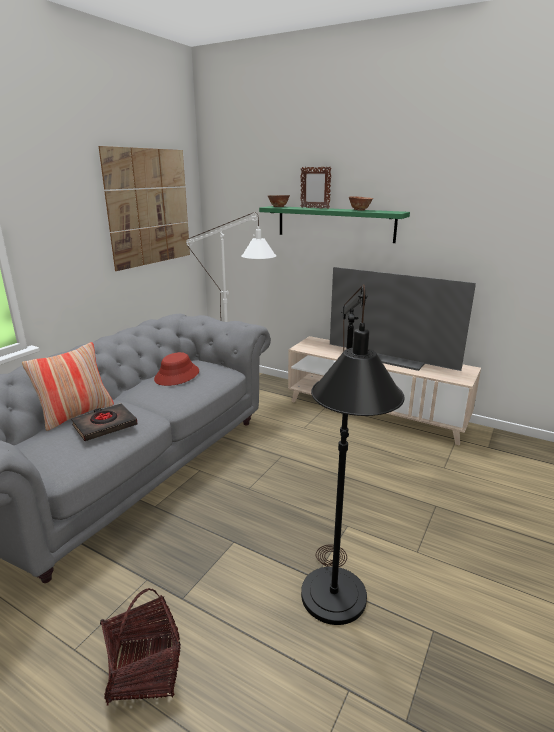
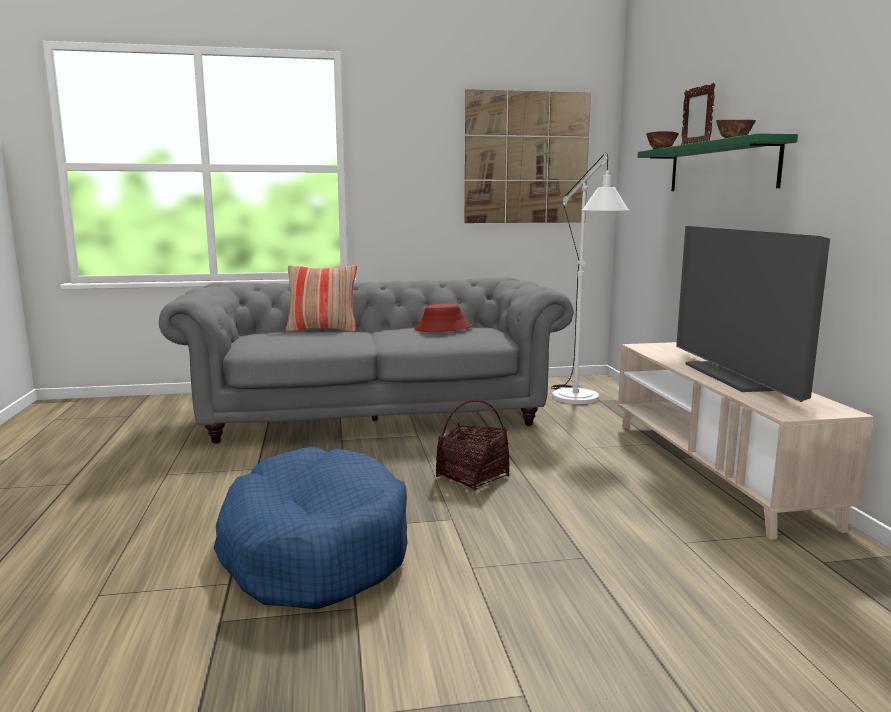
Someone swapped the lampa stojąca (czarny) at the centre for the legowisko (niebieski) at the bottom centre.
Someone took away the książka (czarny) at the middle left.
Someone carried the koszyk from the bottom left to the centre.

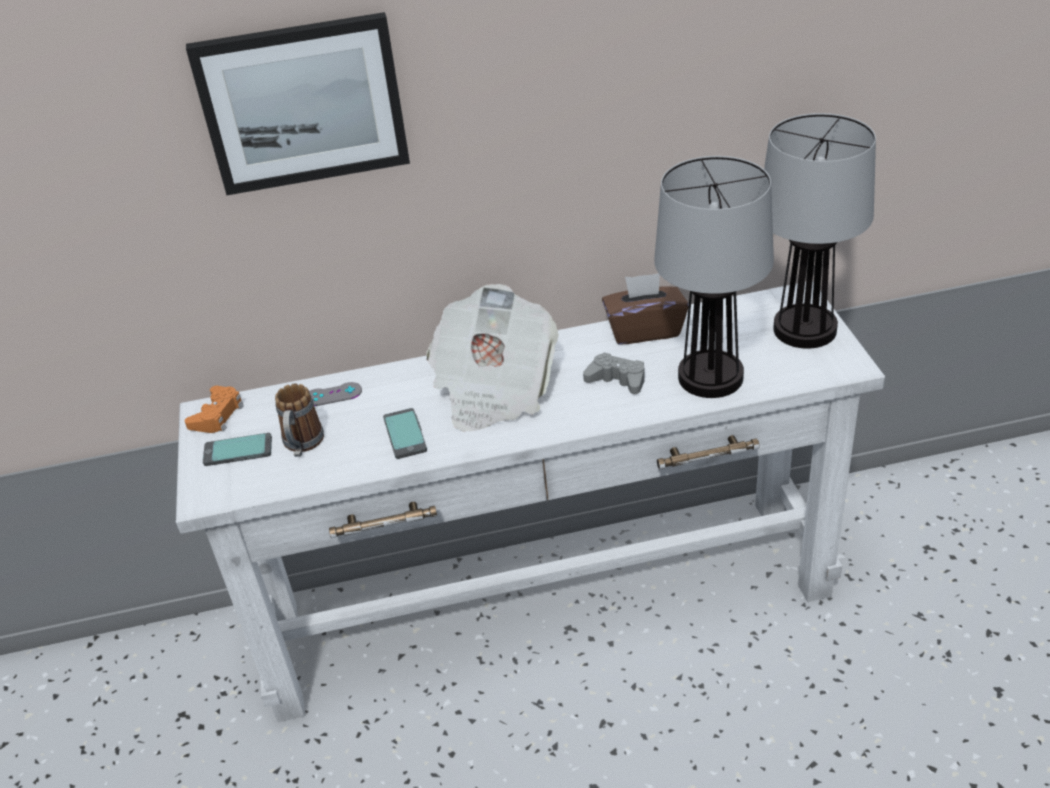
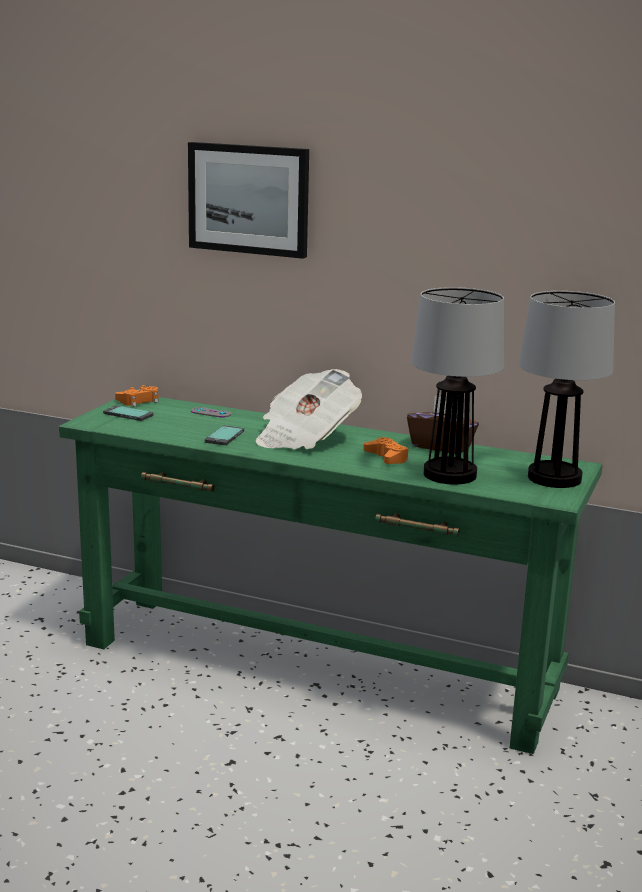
Someone repainted the stolik konsolowy (biały) at the centre, which became the stolik konsolowy (zielony) at the centre.
Someone repainted the pad do gier (szary) (no. 2 from left) at the centre, which became the pad do gier (pomarańczowy) (no. 2 from left) at the centre.
Someone took away the kubek at the middle left.

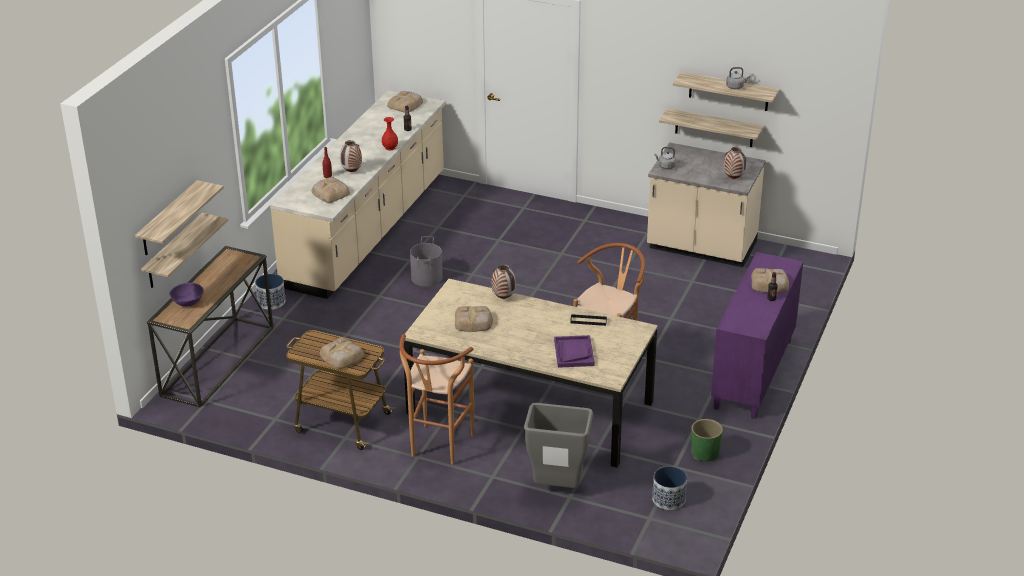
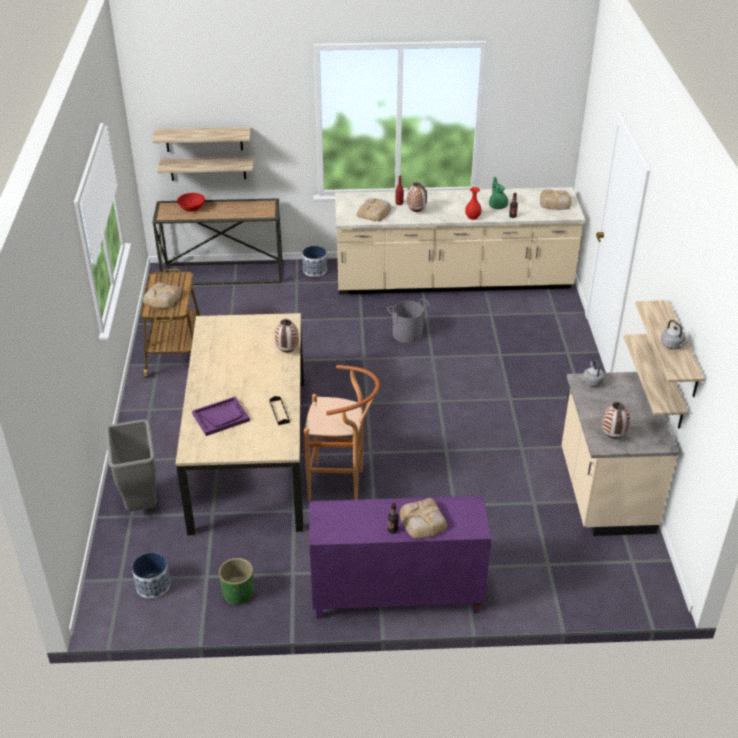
Someone repainted the miska (fioletowy) at the middle left, which became the miska (czerwony) at the top left.
Someone took away the chleb (no. 4 from left) at the centre.
Someone took away the stołek (brązowy) (no. 1 from left) at the bottom centre.
Someone put down the imbryk (zielony) at the top right.

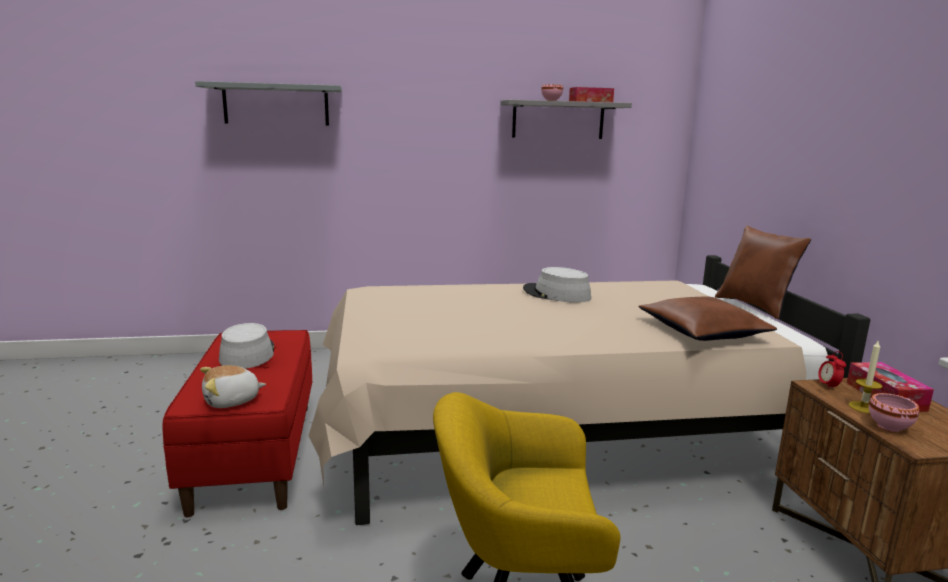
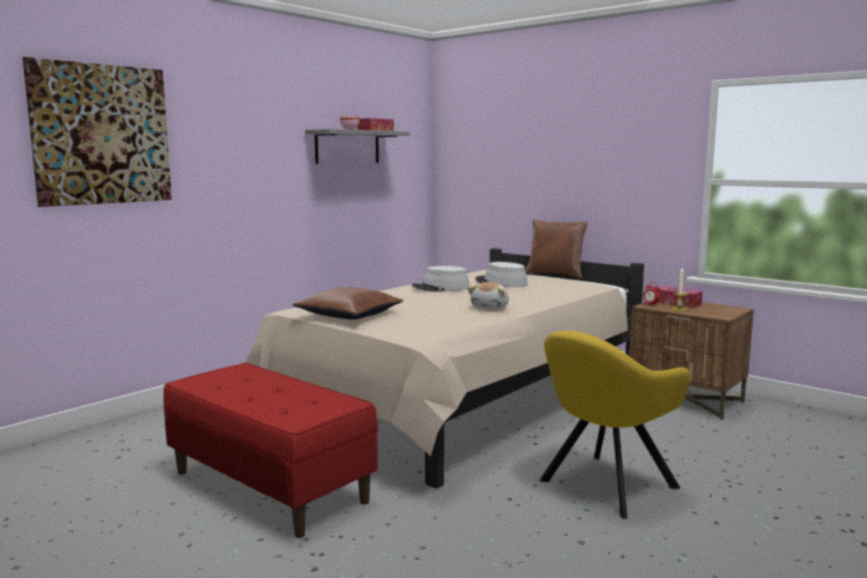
Someone swapped the półka (szary) (no. 1 from left) at the top left for the obraz at the top left.
Someone carried the poduszka (brązowy) (no. 1 from left) from the middle right to the centre.
Someone carried the kapelusz (szary) (no. 1 from left in the first image) from the middle left to the centre.
Someone carried the pluszak from the middle left to the centre.
Someone took away the miska (różowy) (no. 2 from left) at the bottom right.

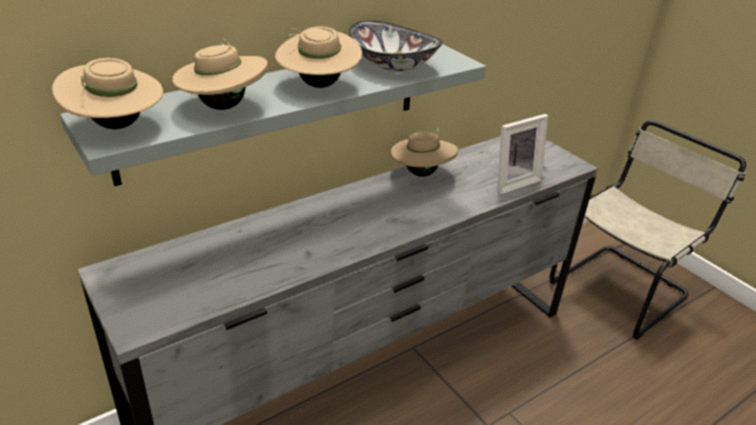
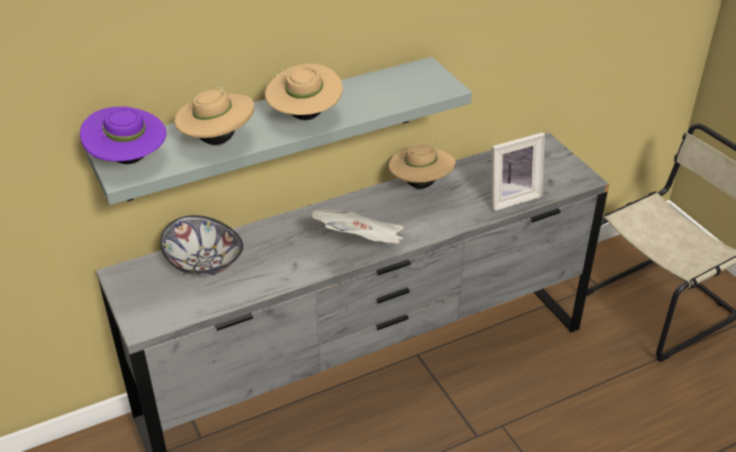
Someone carried the miska from the top centre to the middle left.
Someone repainted the kapelusz (beżowy) (no. 1 from left) at the top left, which became the kapelusz (fioletowy) at the top left.
Someone put down the gazeta at the centre.

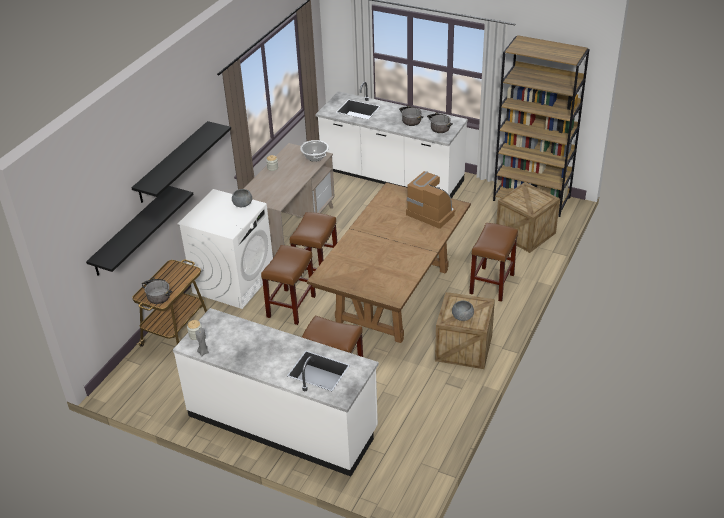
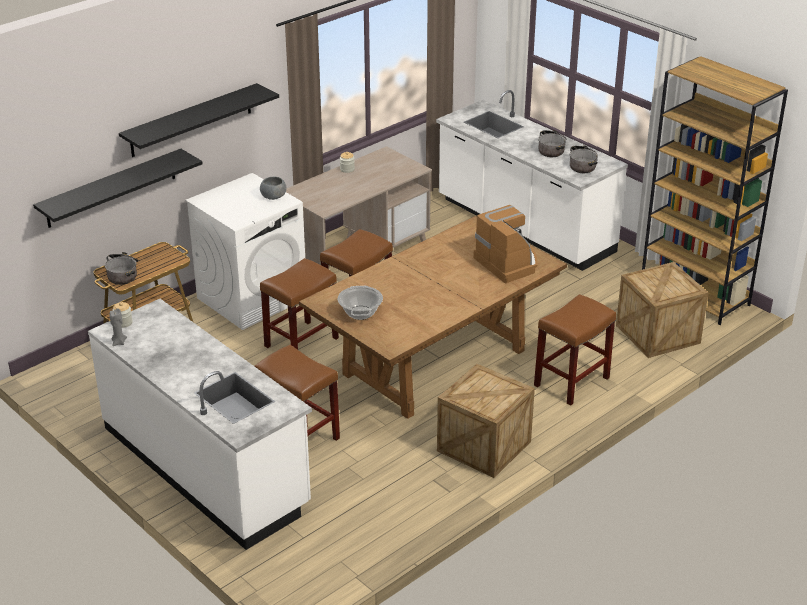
Someone carried the garnek (no. 2 from left) from the top centre to the centre.
Someone took away the miska (szary) (no. 2 from left) at the centre.

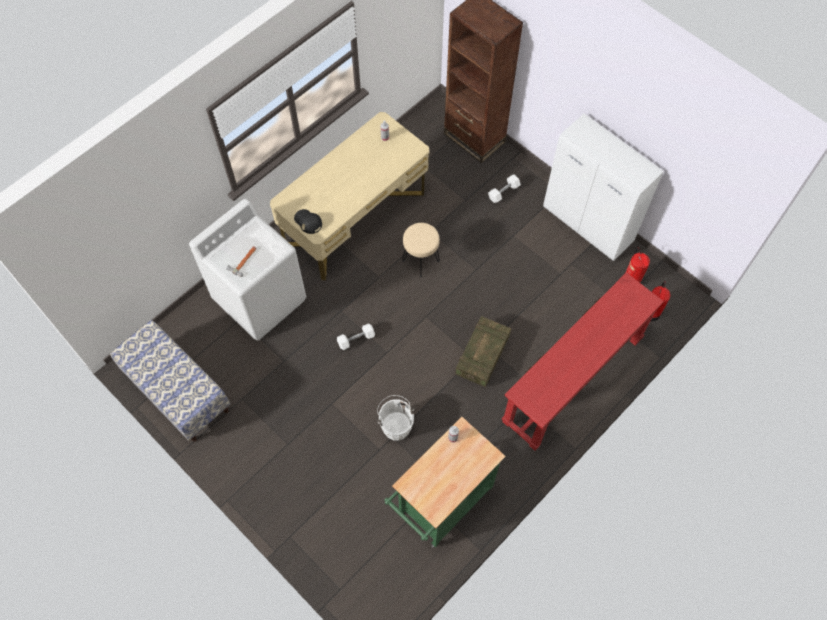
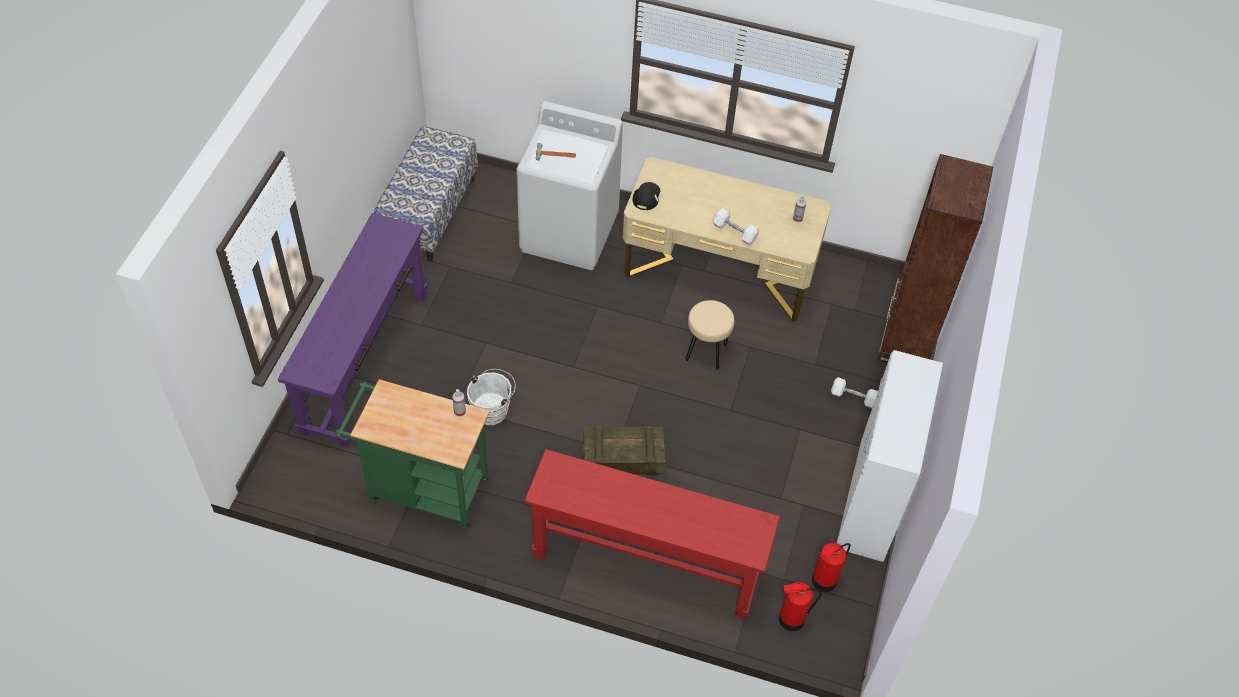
Someone carried the hantel (biały) (no. 1 from left) from the centre to the top centre.
Someone put down the stolik konsolowy (fioletowy) at the middle left.

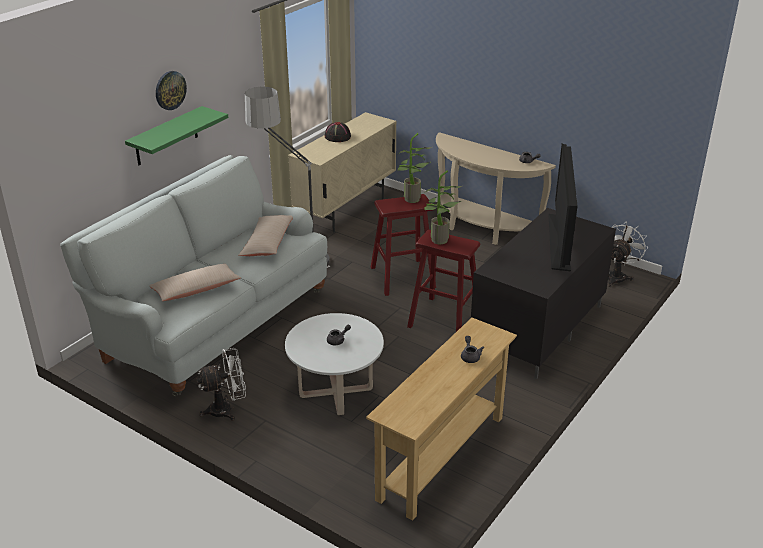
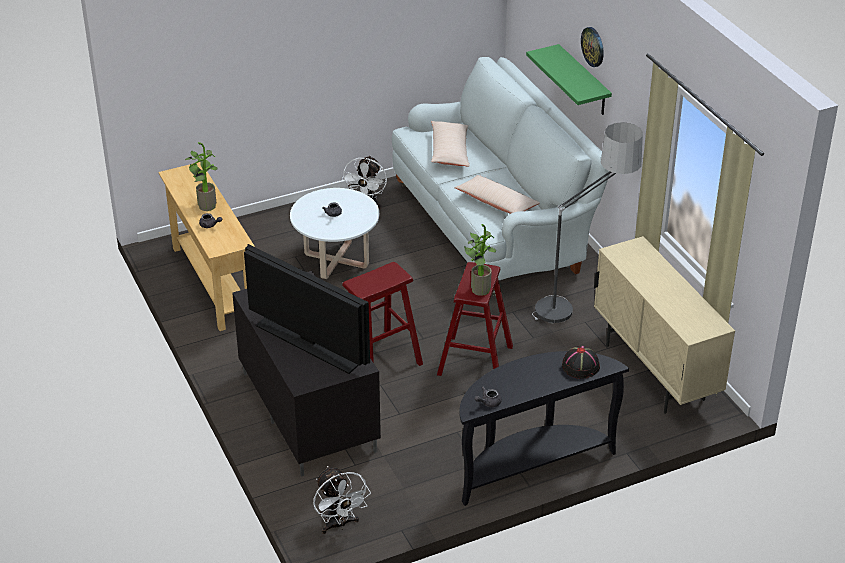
Someone carried the kapelusz (czarny) from the top centre to the middle right.
Someone repainted the stolik konsolowy (beżowy) (no. 2 from left) at the centre, which became the stolik konsolowy (czarny) at the bottom centre.
Someone carried the roślina doniczkowa (no. 2 from left in the first image) from the centre to the top left.

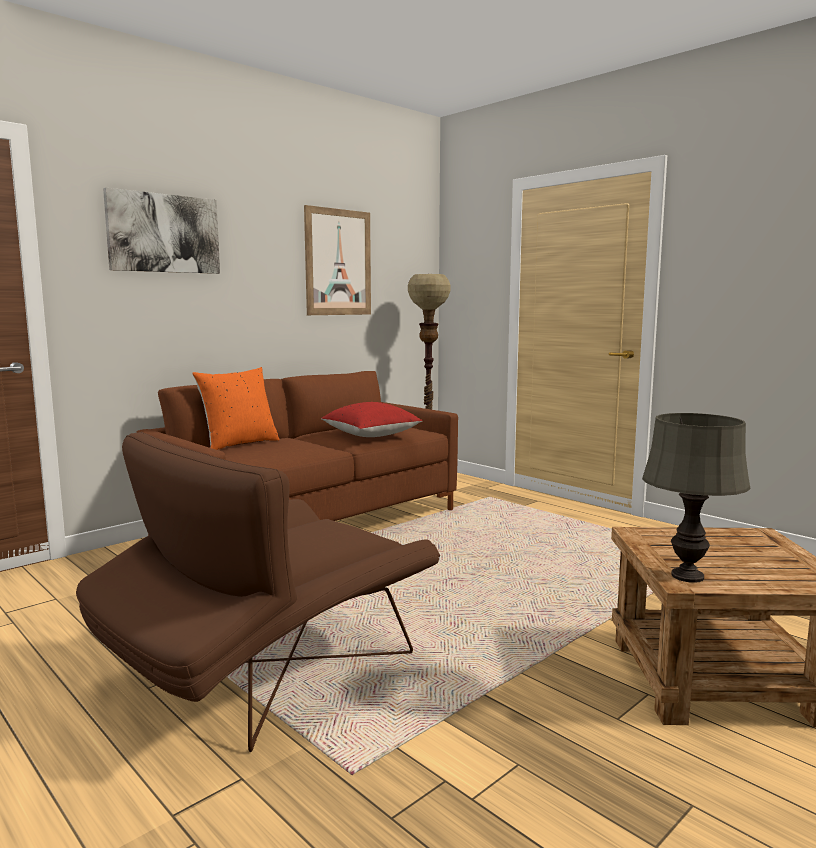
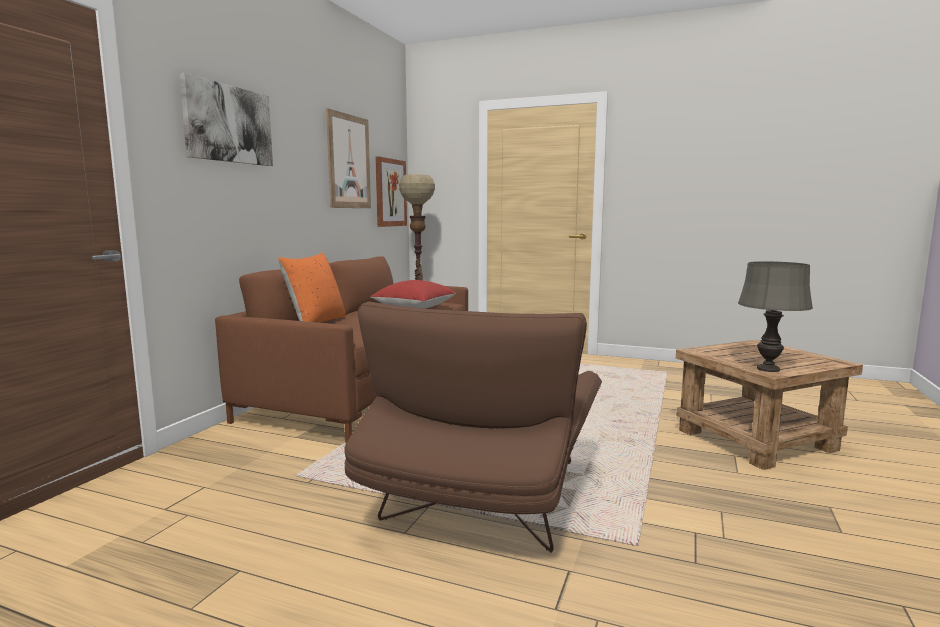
Someone put up the obraz (no. 3 from left) at the top centre.

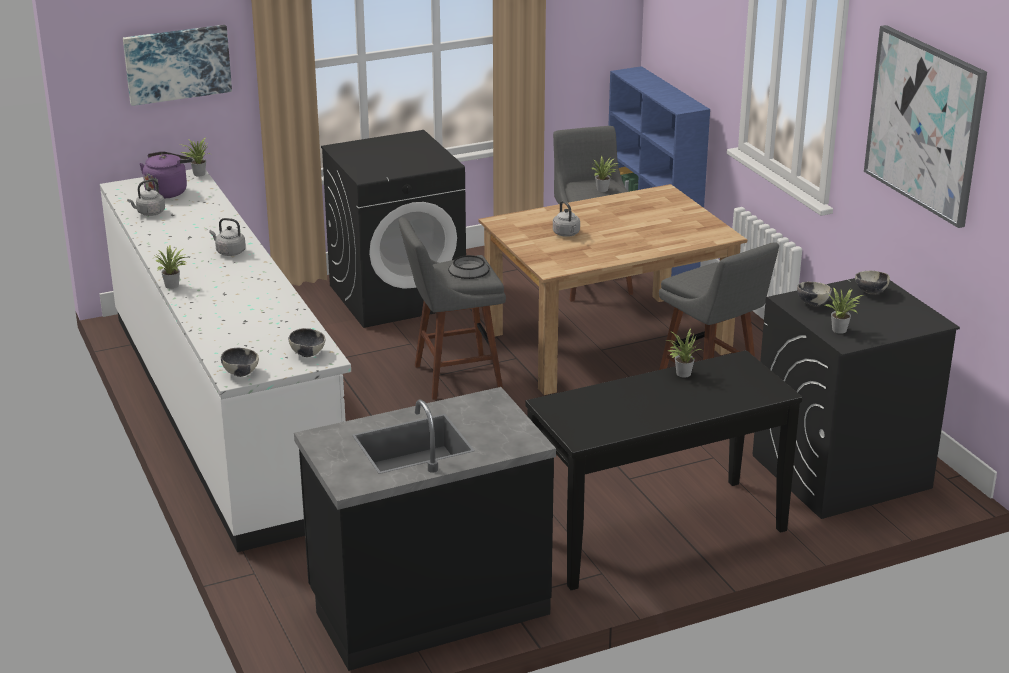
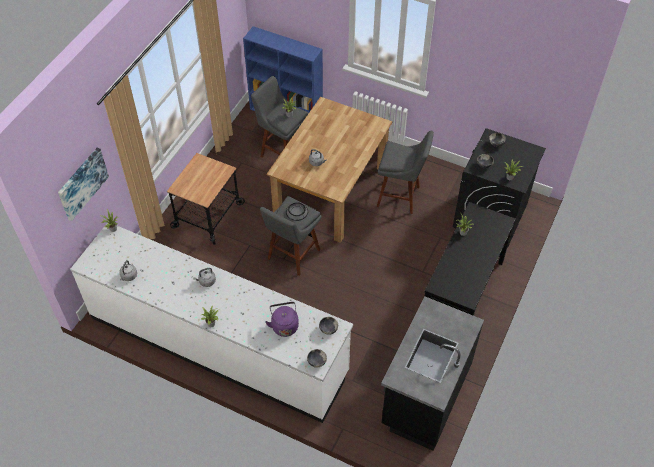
Someone took away the obraz (no. 2 from left) at the top right.
Someone swapped the pralka (czarny) (no. 1 from left) at the centre for the wózek at the middle left.
Someone carried the czajnik (fioletowy) from the top left to the bottom centre.

